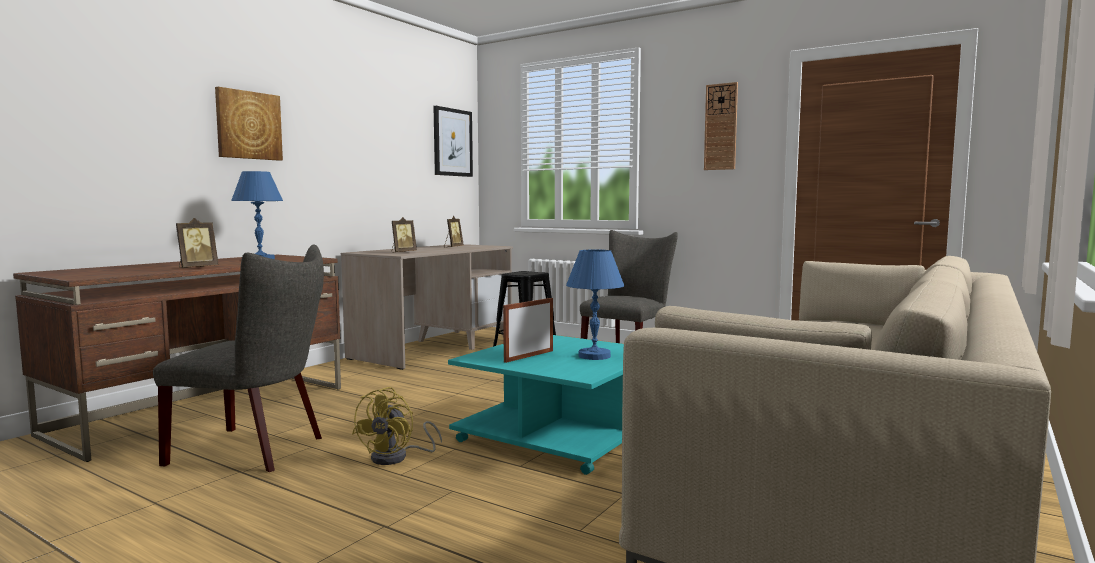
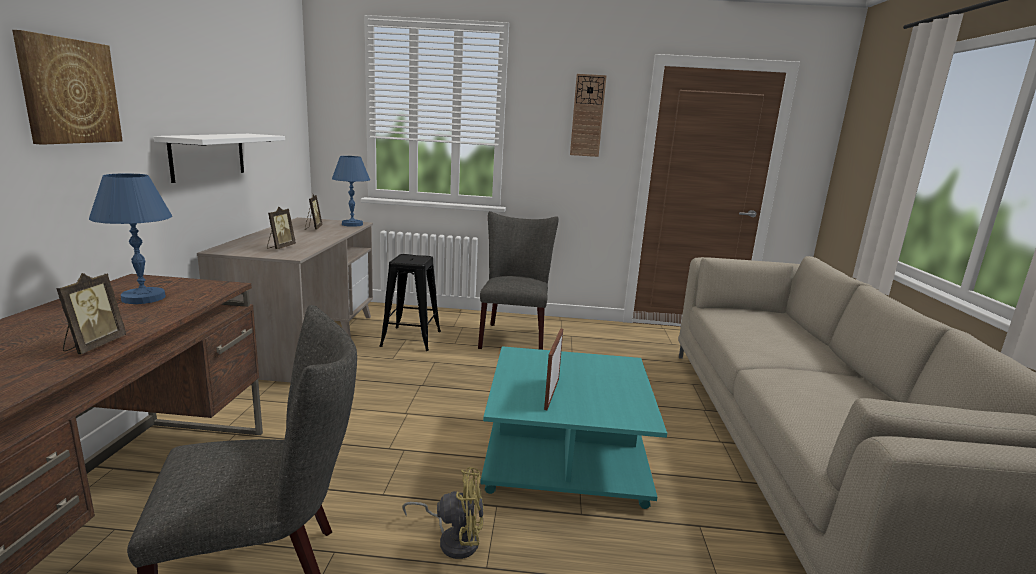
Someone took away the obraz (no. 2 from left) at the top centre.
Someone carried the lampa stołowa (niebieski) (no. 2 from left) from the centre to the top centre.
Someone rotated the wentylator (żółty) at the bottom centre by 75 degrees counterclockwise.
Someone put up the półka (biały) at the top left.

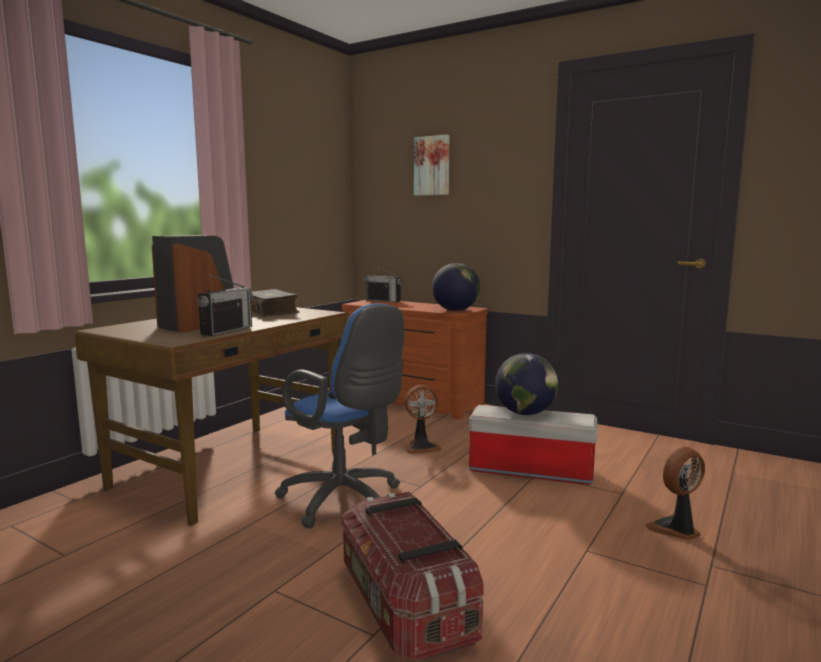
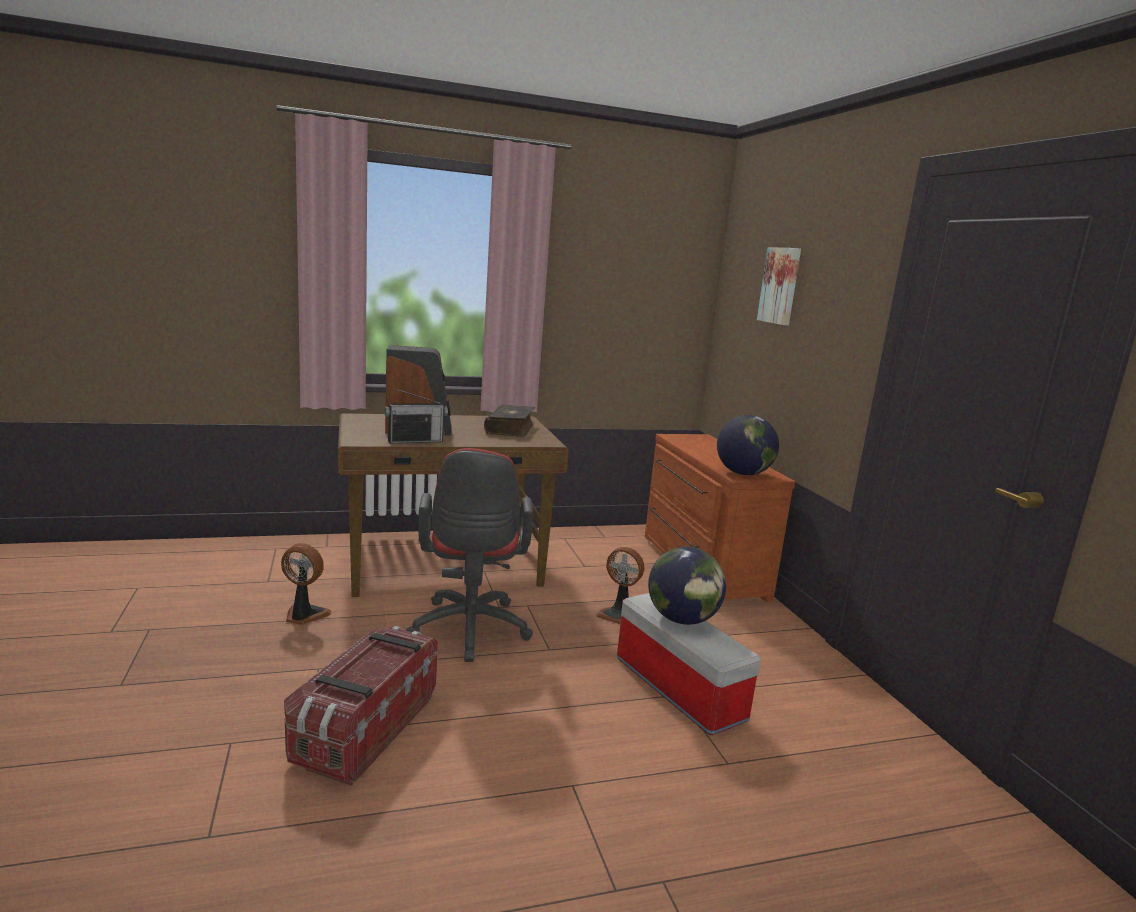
Someone took away the radio (no. 2 from left) at the centre.
Someone repainted the krzesło biurowe (niebieski) at the centre, which became the krzesło biurowe (czerwony) at the centre.
Someone carried the wentylator (no. 2 from left in the first image) from the bottom right to the middle left.

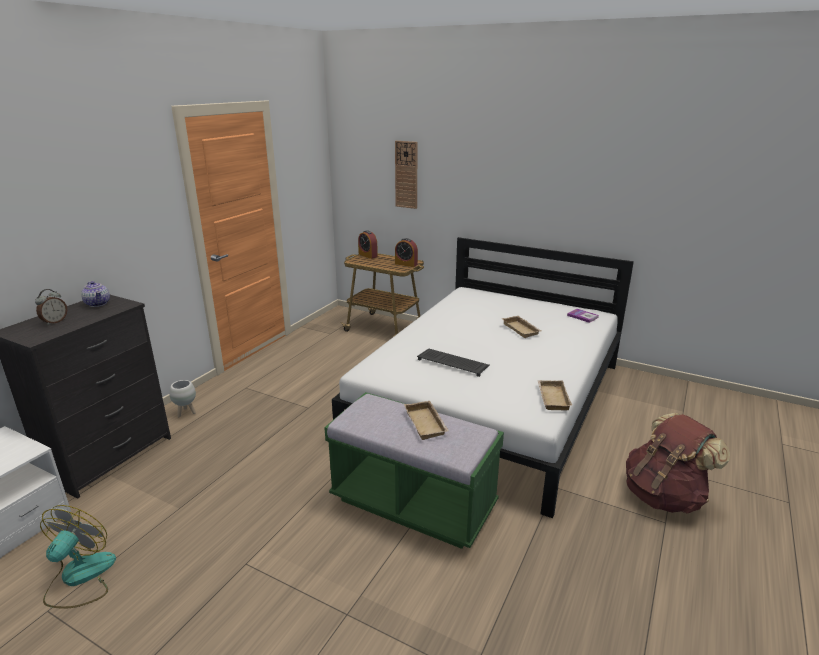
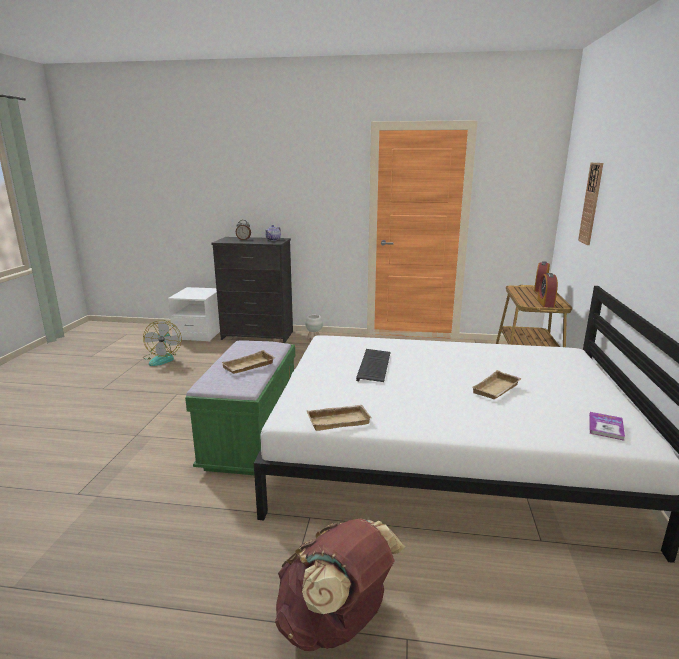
Someone rotated the wentylator at the bottom left by 90 degrees clockwise.

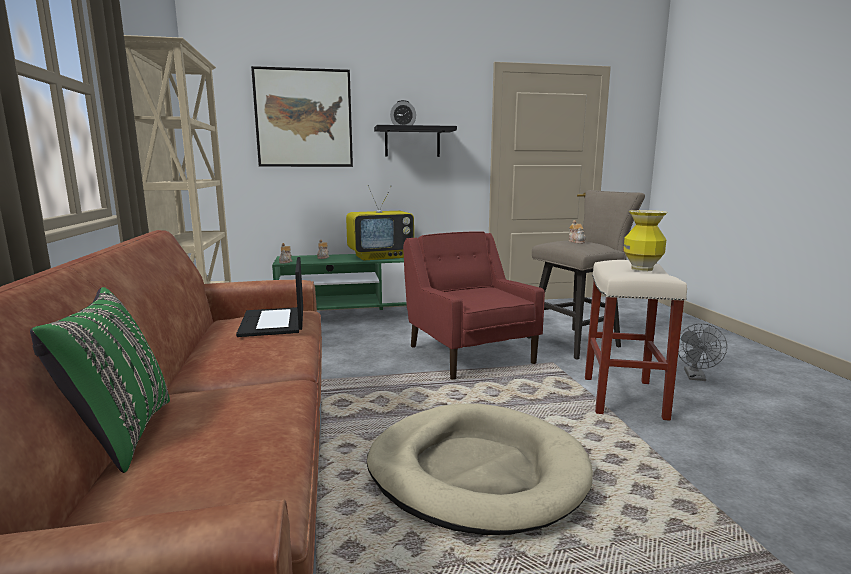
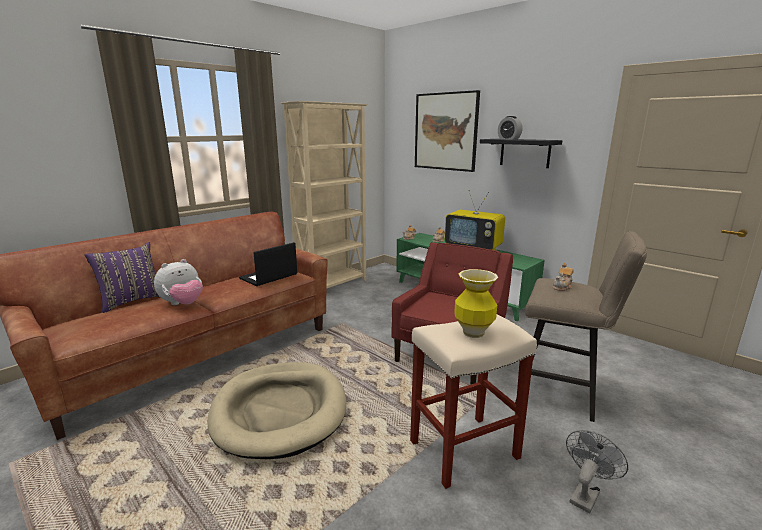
Someone repainted the poduszka (zielony) at the middle left, which became the poduszka (fioletowy) at the middle left.
Someone rotated the wentylator (szary) at the middle right by 150 degrees clockwise.
Someone put down the pluszak at the middle left.

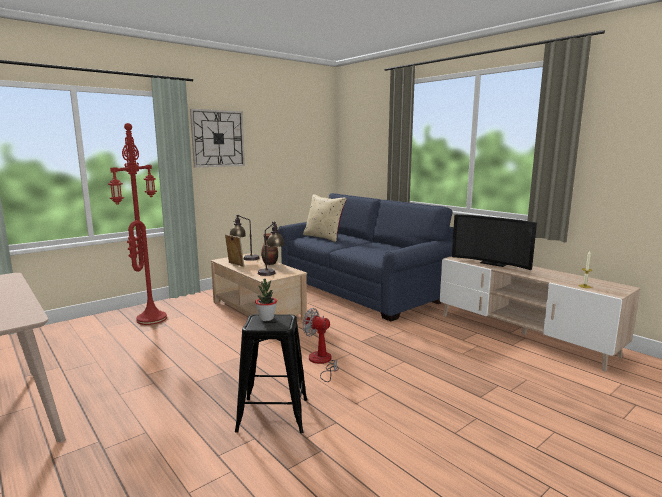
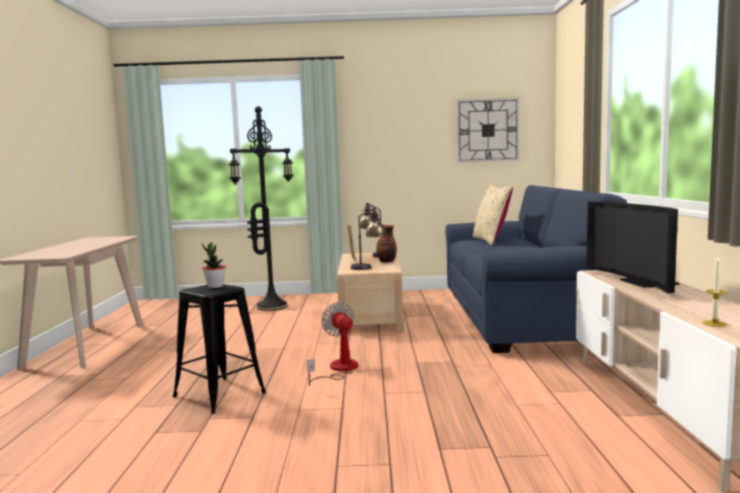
Someone carried the zegar ścienny from the top left to the top centre.
Someone repainted the lampa stojąca (czerwony) at the middle left, which became the lampa stojąca (czarny) at the centre.

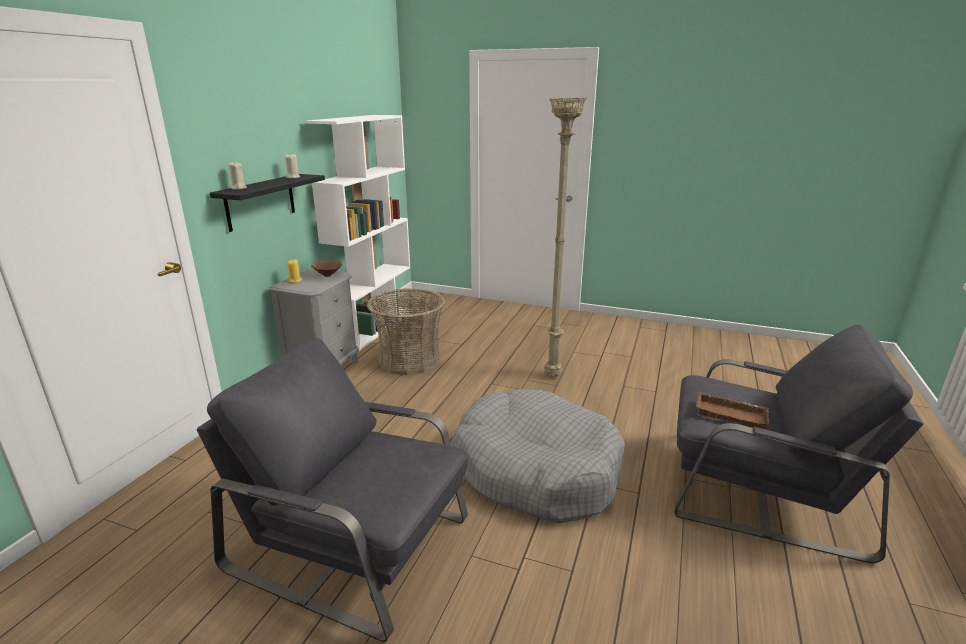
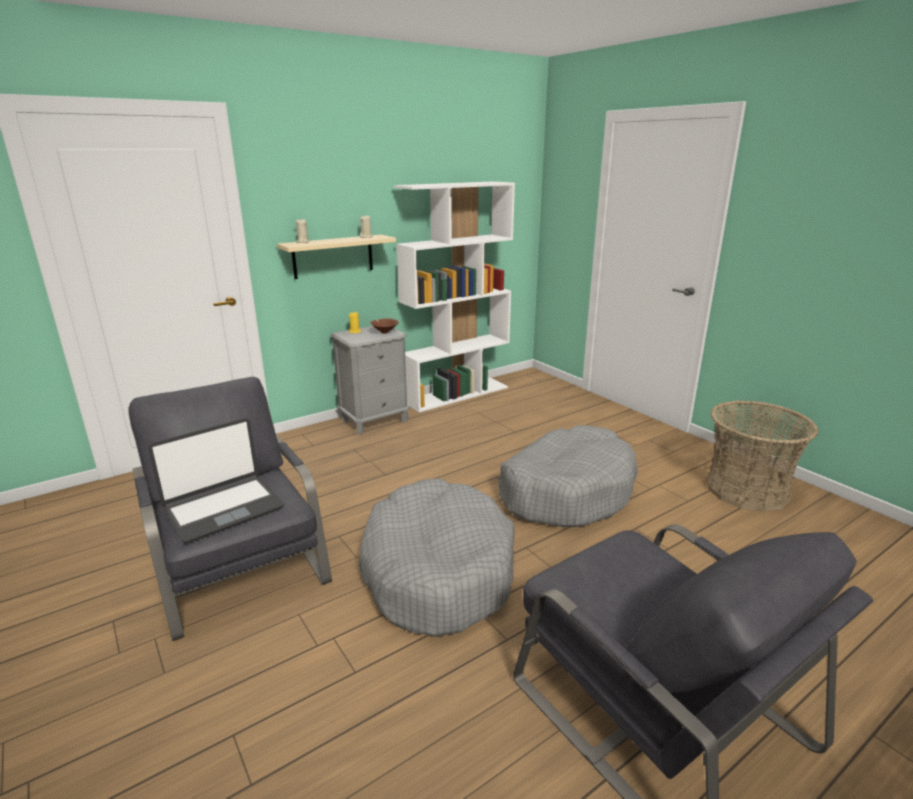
Someone swapped the lampa stojąca (beżowy) at the centre for the legowisko (szary) (no. 2 from left) at the centre.
Someone repainted the półka (czarny) at the top left, which became the półka (beżowy) at the top centre.
Someone carried the koszyk from the centre to the middle right.
Someone took away the taca (brązowy) at the middle right.
Someone put down the laptop at the middle left.

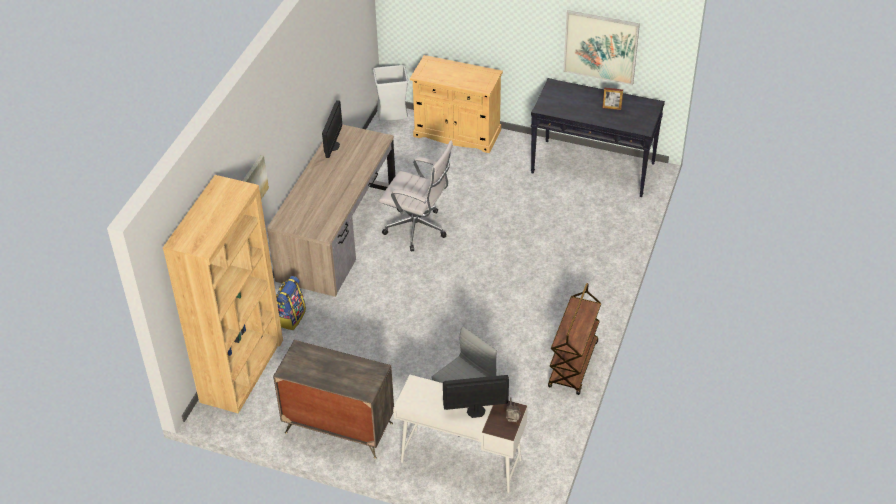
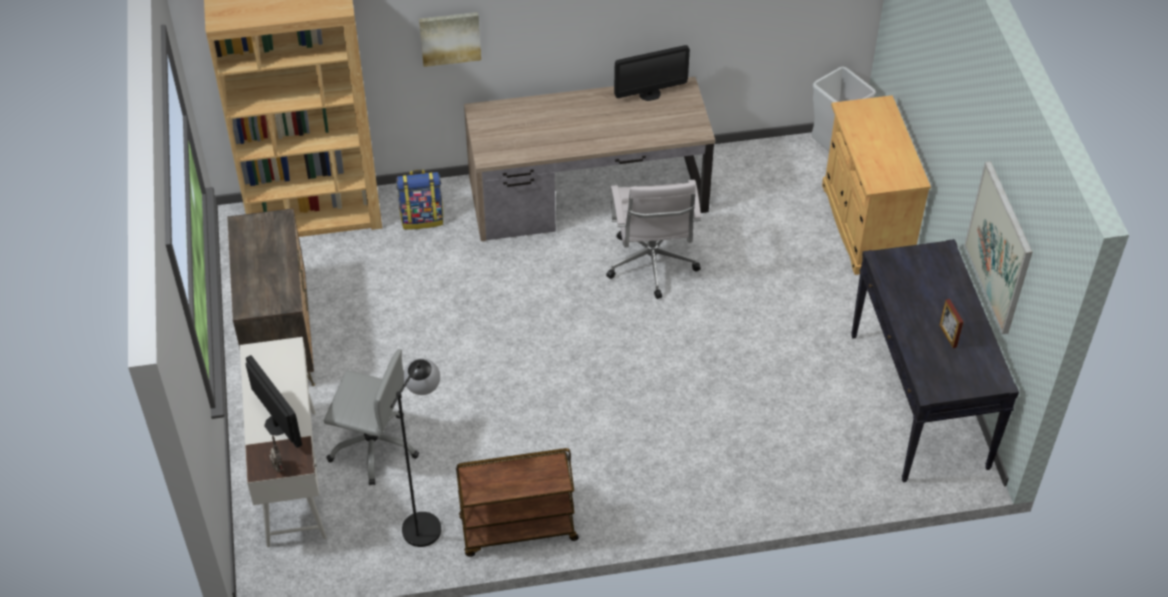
Someone put down the lampa stojąca (czarny) at the bottom centre.

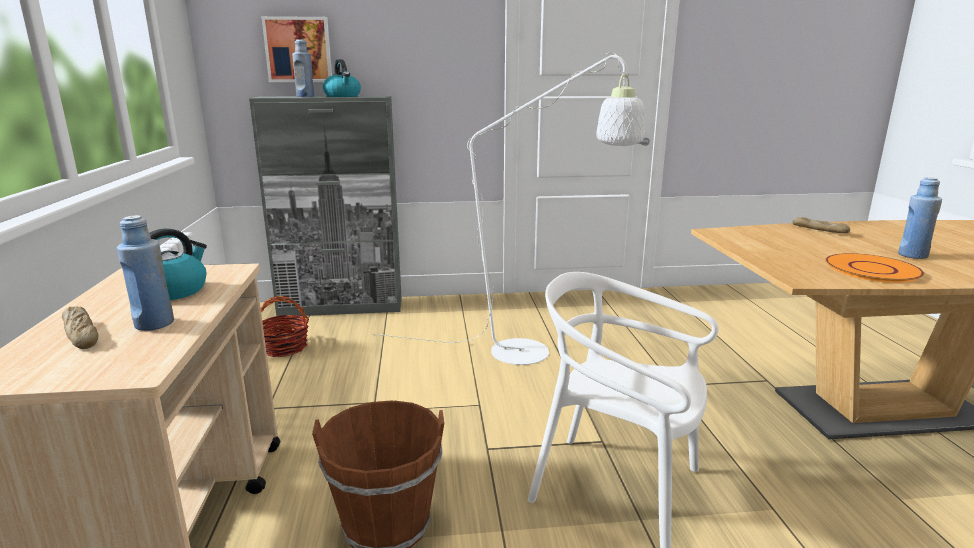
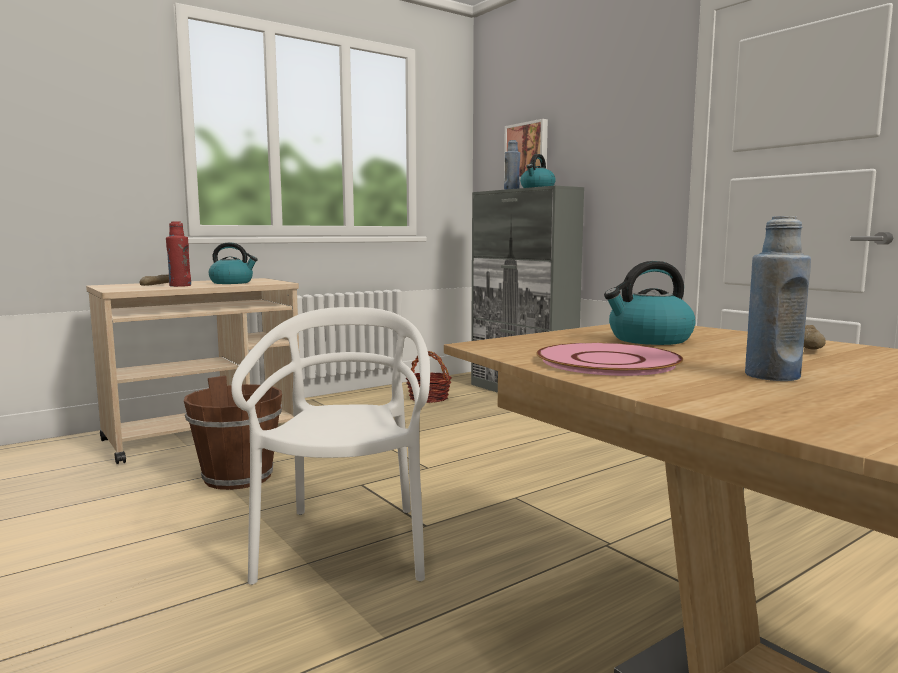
Someone took away the lampa stojąca (biały) at the centre.
Someone repainted the butelka (niebieski) (no. 1 from left) at the middle left, which became the butelka (czerwony) at the middle left.
Someone repainted the talerz (pomarańczowy) at the middle right, which became the talerz (różowy) at the middle right.
Someone put down the czajnik (no. 3 from left) at the middle right.

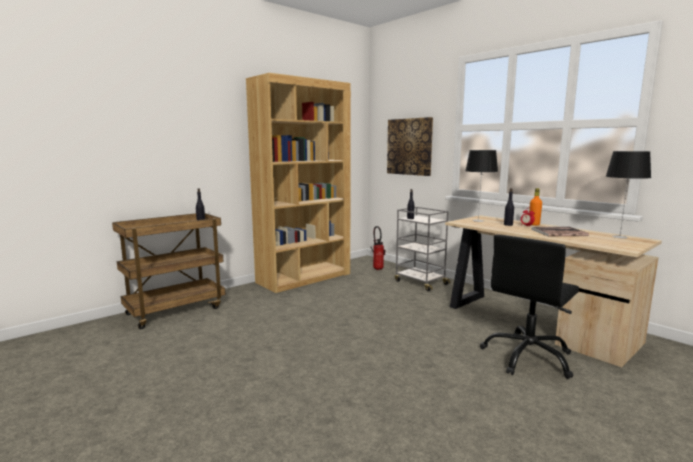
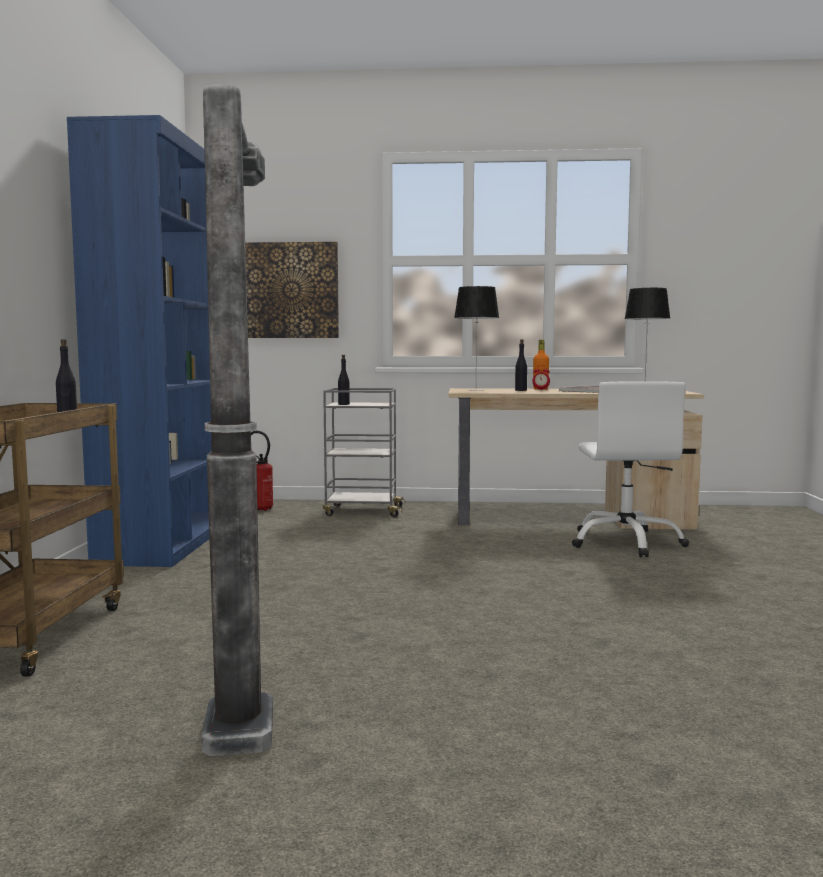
Someone repainted the regał (brązowy) at the centre, which became the regał (niebieski) at the middle left.
Someone repainted the krzesło biurowe (czarny) at the middle right, which became the krzesło biurowe (biały) at the middle right.
Someone put down the lampa stojąca at the middle left.

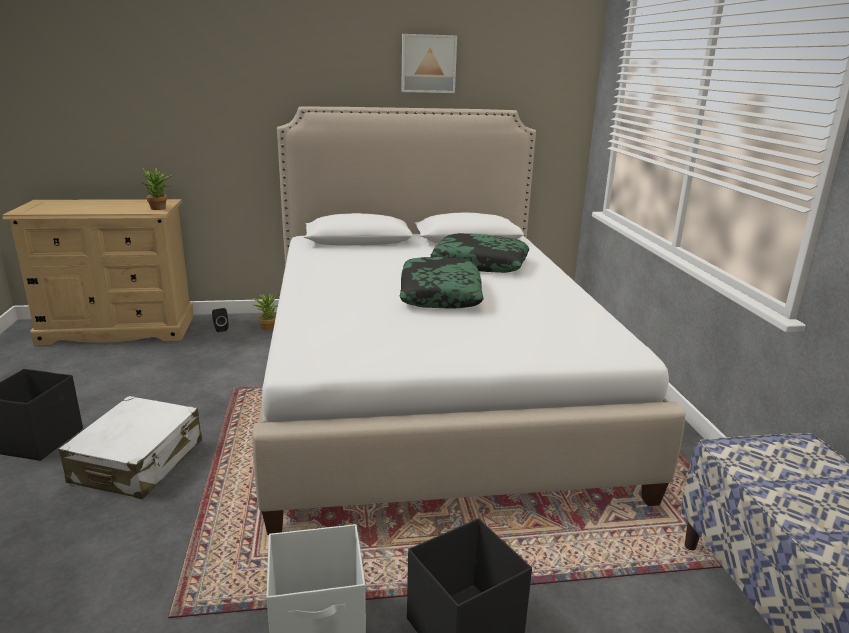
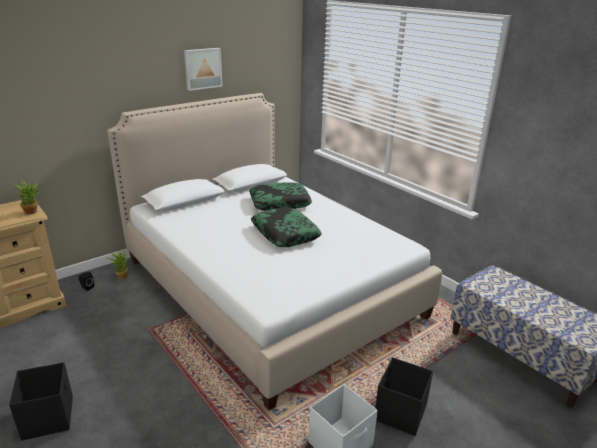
Someone took away the walizka (biały) at the bottom left.

